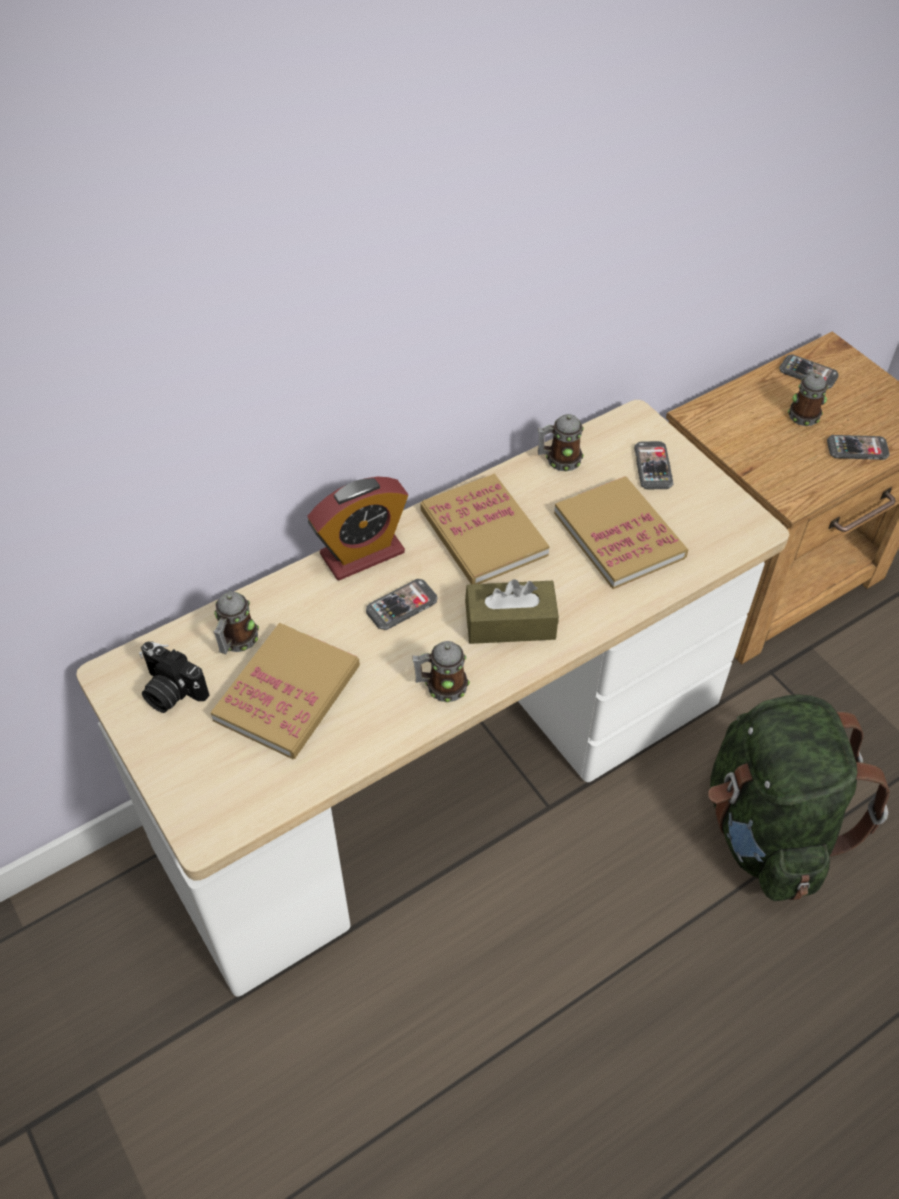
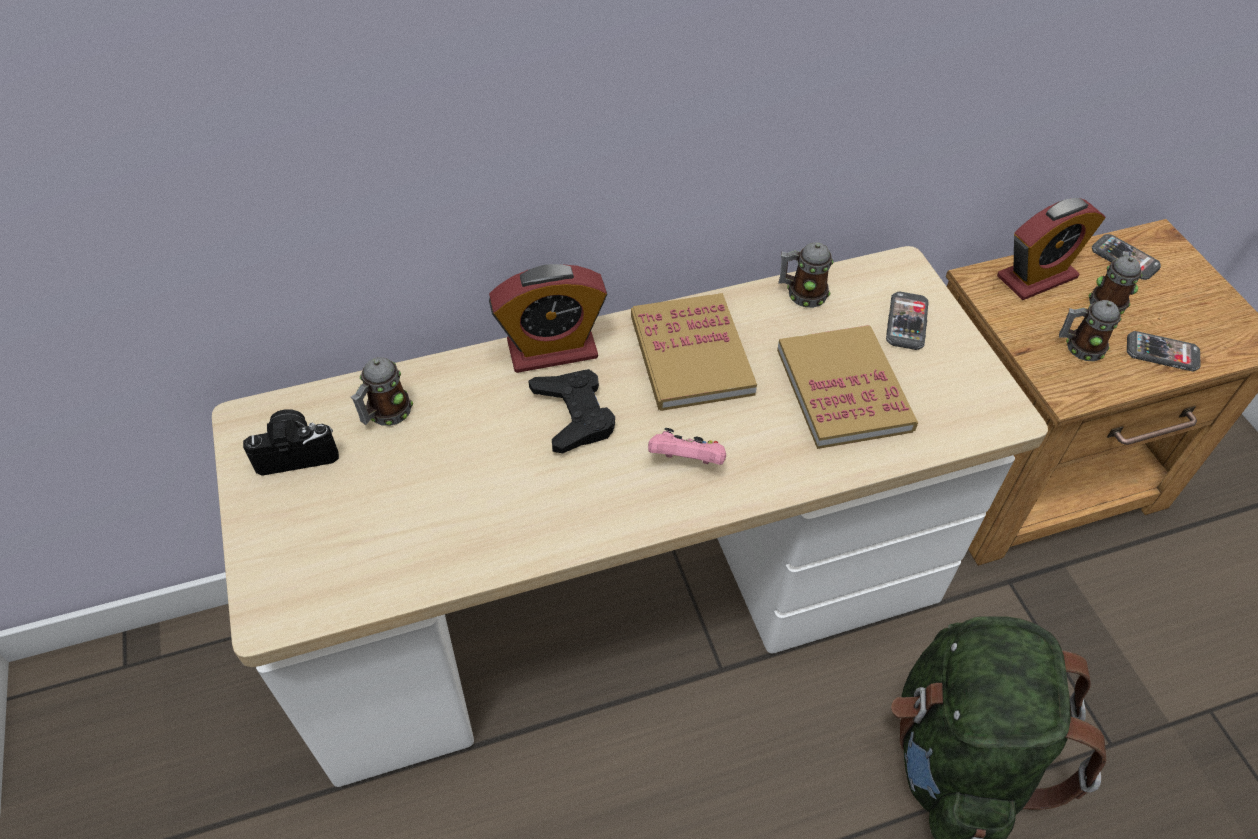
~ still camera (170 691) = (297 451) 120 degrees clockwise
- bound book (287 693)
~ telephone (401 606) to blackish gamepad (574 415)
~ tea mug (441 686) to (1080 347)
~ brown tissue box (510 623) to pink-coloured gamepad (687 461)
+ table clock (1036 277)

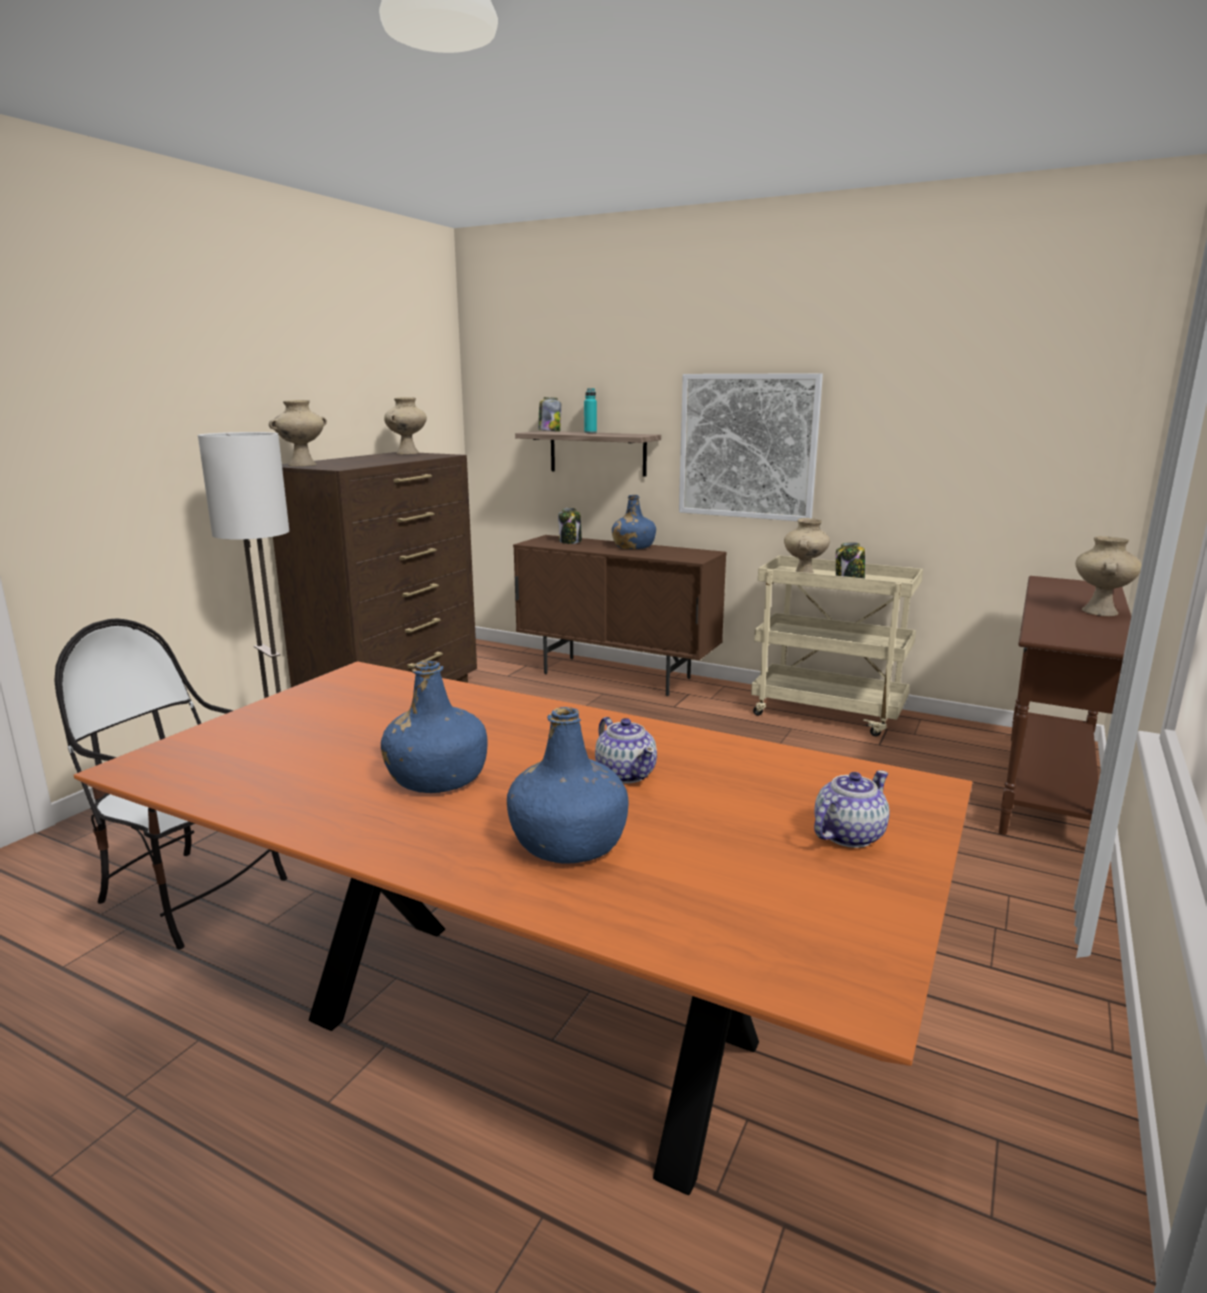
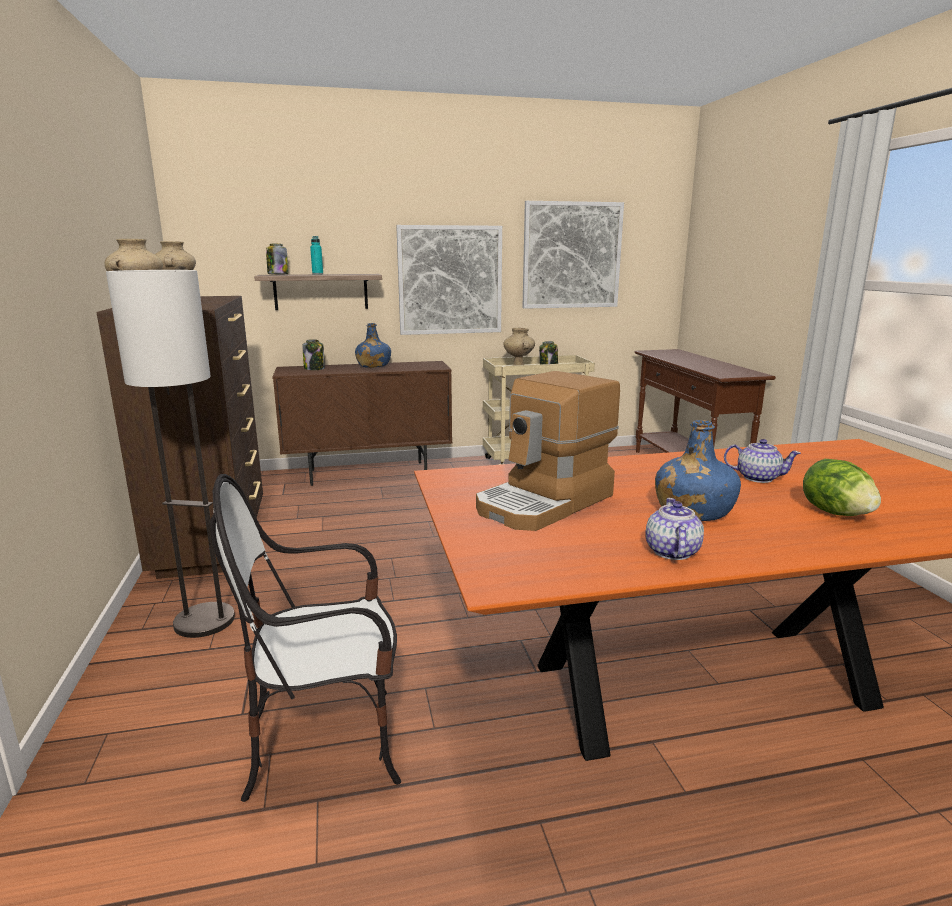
~ bluish beverage bottle (569 842) to head of lettuce (836 513)
~ teapot (847 835) to (671 552)
- beige vase (1098 611)
+ coffee brewer (545 503)
+ wall art (571 255)

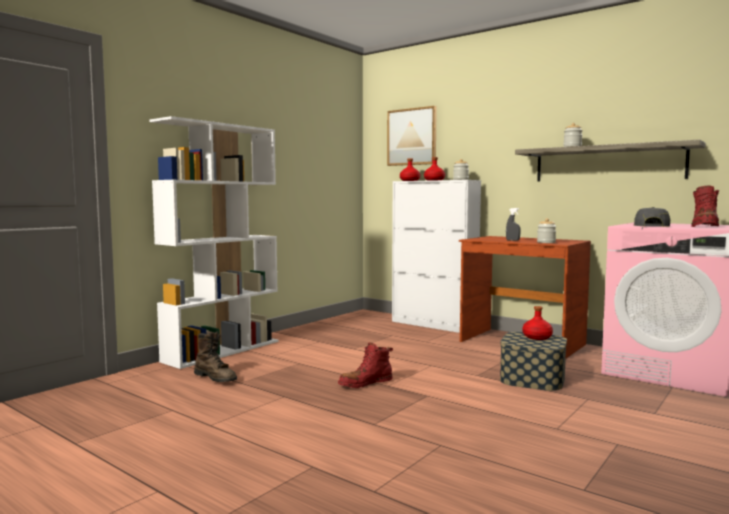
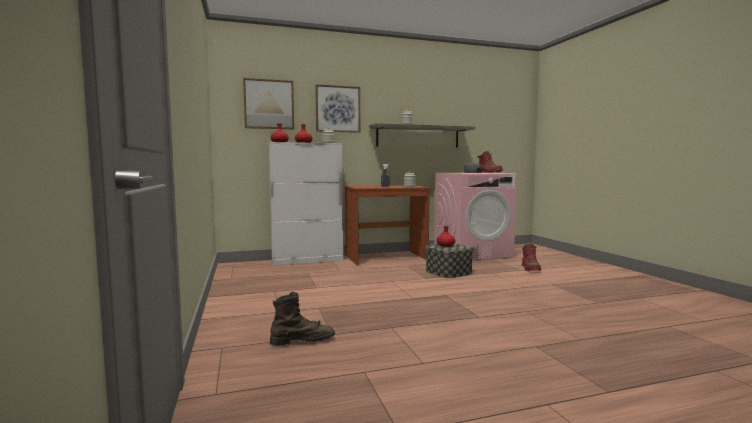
- white-coloured shelving unit (222 351)
~ red high-top boot (365 383) to (530 269)
+ wall art (338 109)

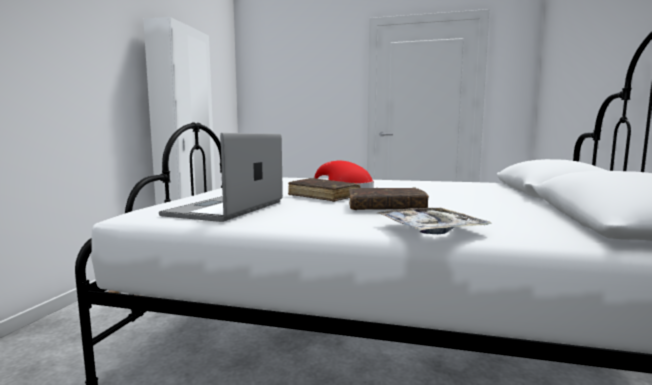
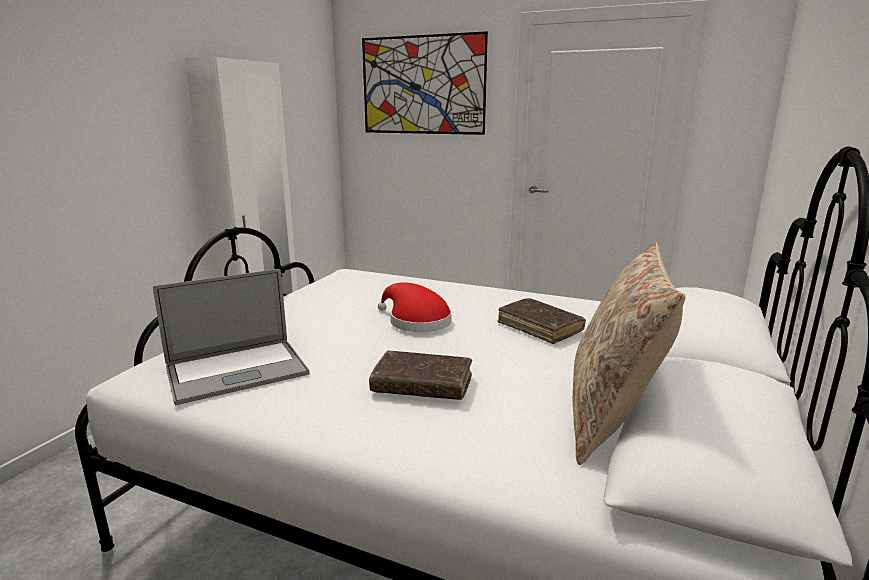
~ portable computer (226 208) = (237 371) 150 degrees counterclockwise
~ brown bound book (323 196) to (540 328)
- tray (430 229)
+ wall art (422 85)
+ beige throw pillow (611 417)

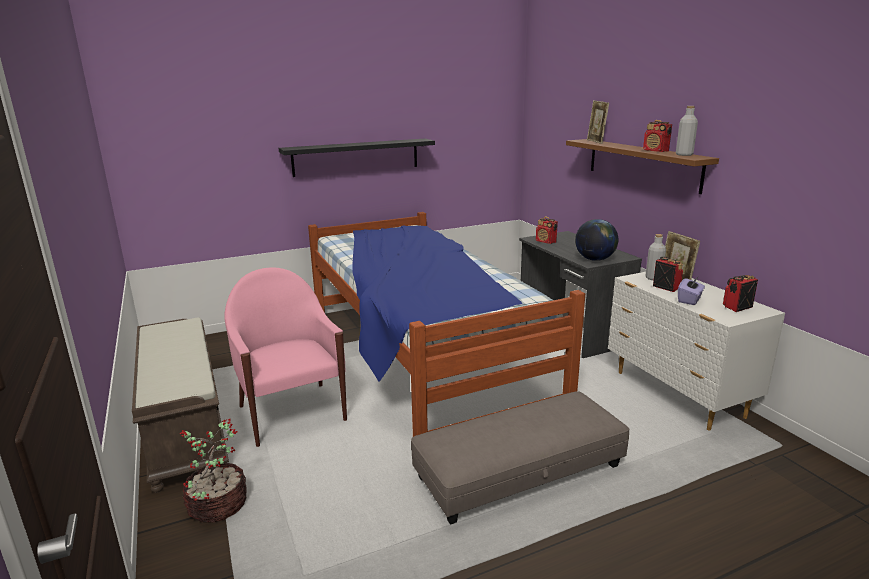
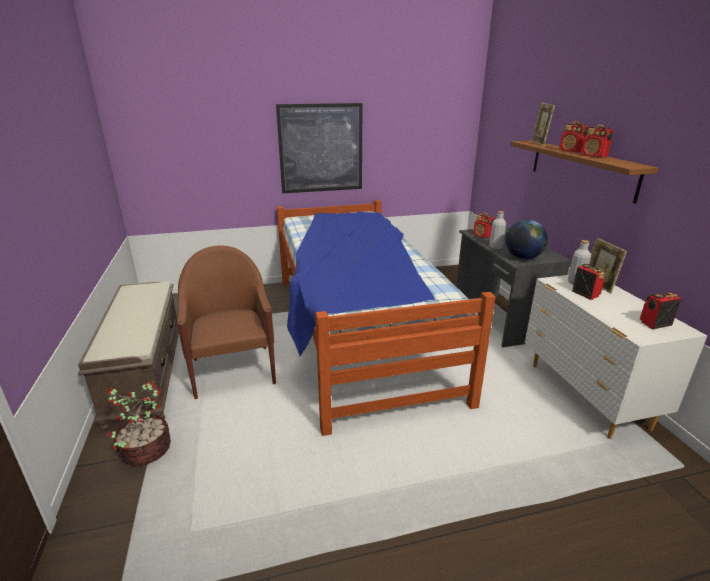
~ pink-coloured lounge chair (292 412) to brown lounge chair (233 370)
~ blackish shelf (356 157) to wall art (321 148)
- grey footrest (519 472)
~ grey beverage bottle (684 154) to (495 247)
- purple tissue box (689 300)
+ radio set (571 151)

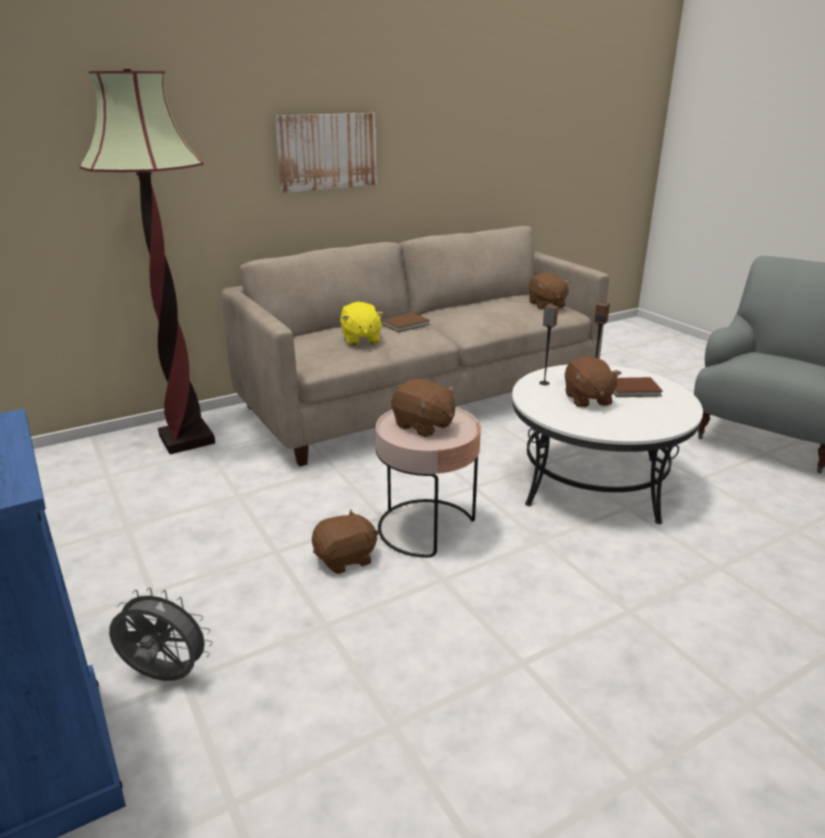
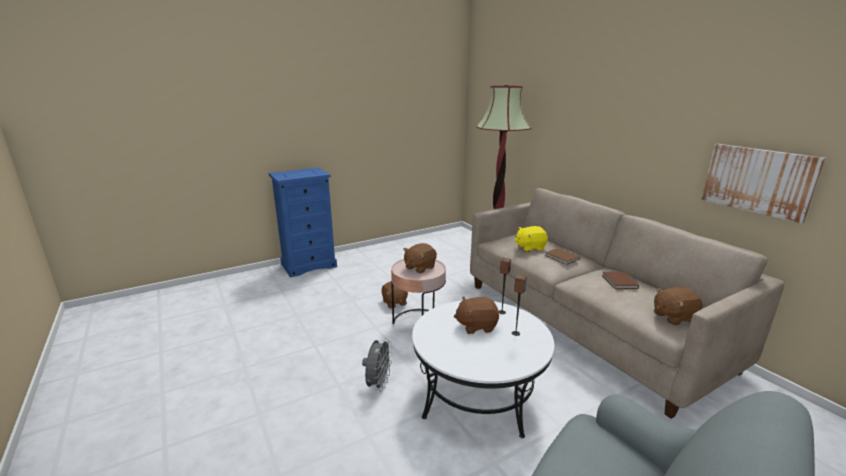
~ grey electric fan (164 677) to (378 384)
~ wall art (327 151) to (758 180)
~ brown bound book (634 390) to (619 282)

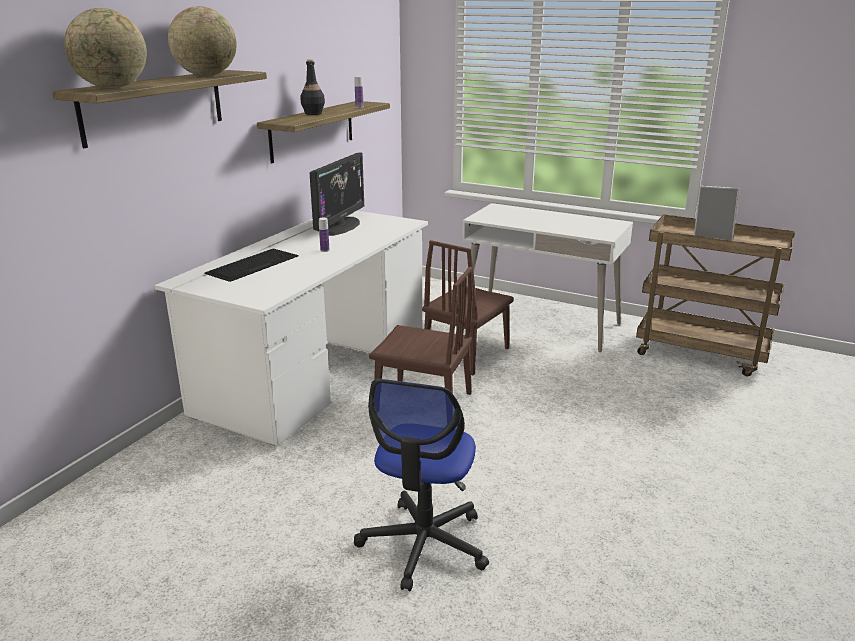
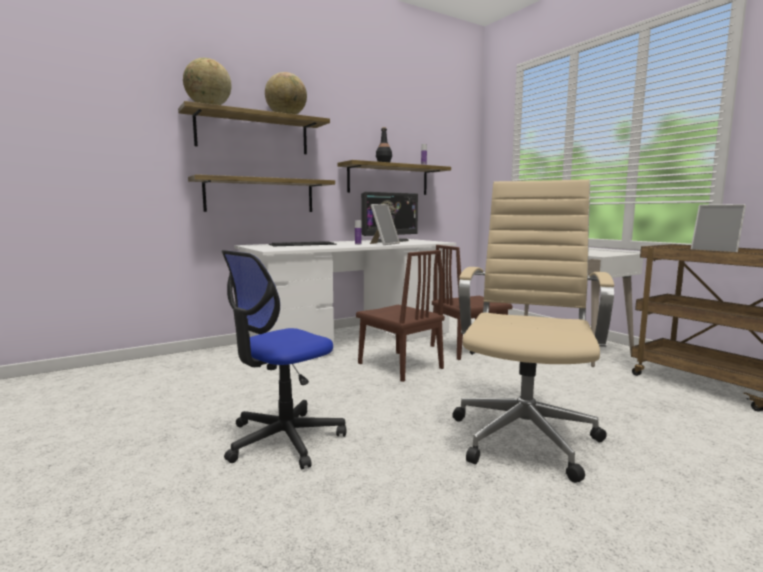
+ shelf (260 195)
+ picture frame (383 244)
+ beige desk chair (525 435)

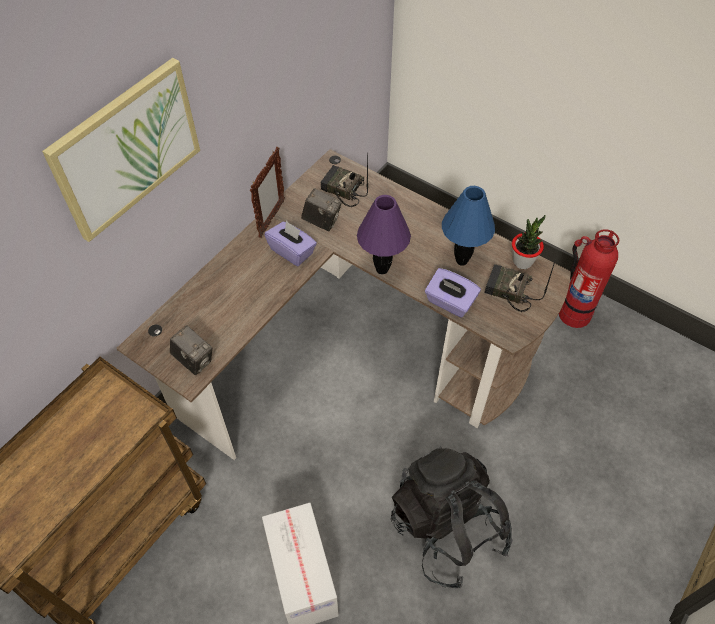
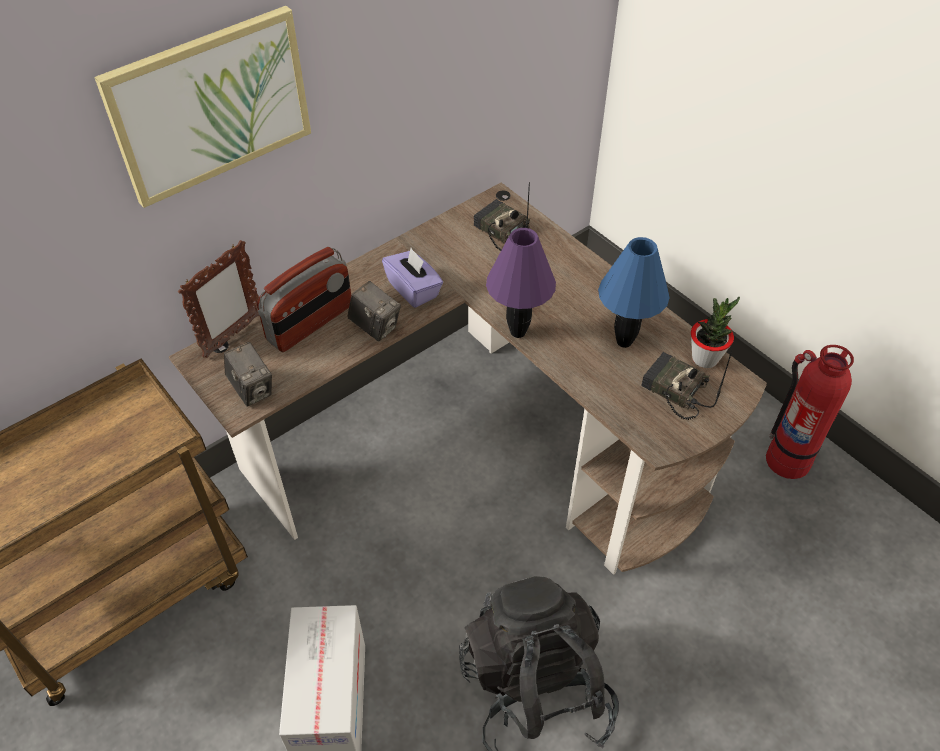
~ picture frame (271 219) to (232 336)
~ still camera (322 221) to (375 327)
- purple tissue box (450 302)
+ radio set (310 323)

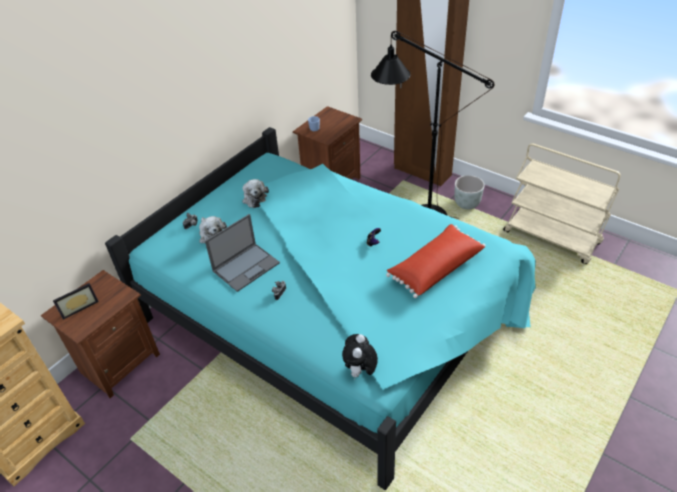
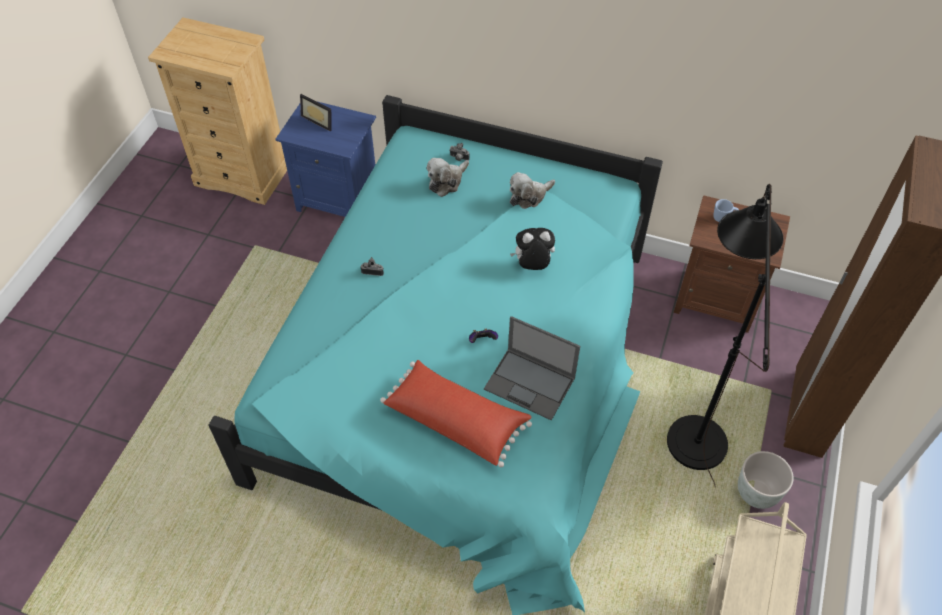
~ brown night table (119 363) to bluish night table (339 200)
~ portable computer (246 266) to (530 384)
~ cuddly toy (360 371) to (532 266)

